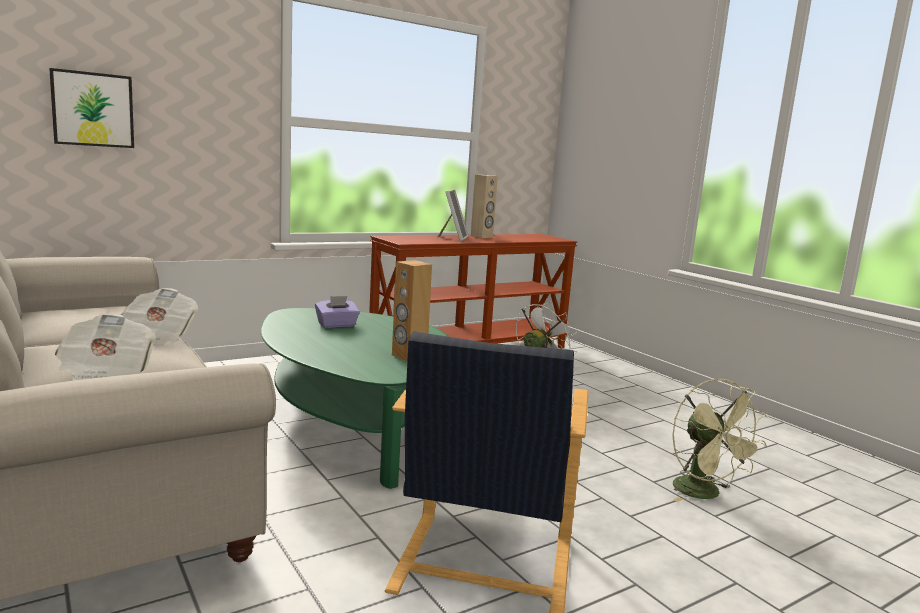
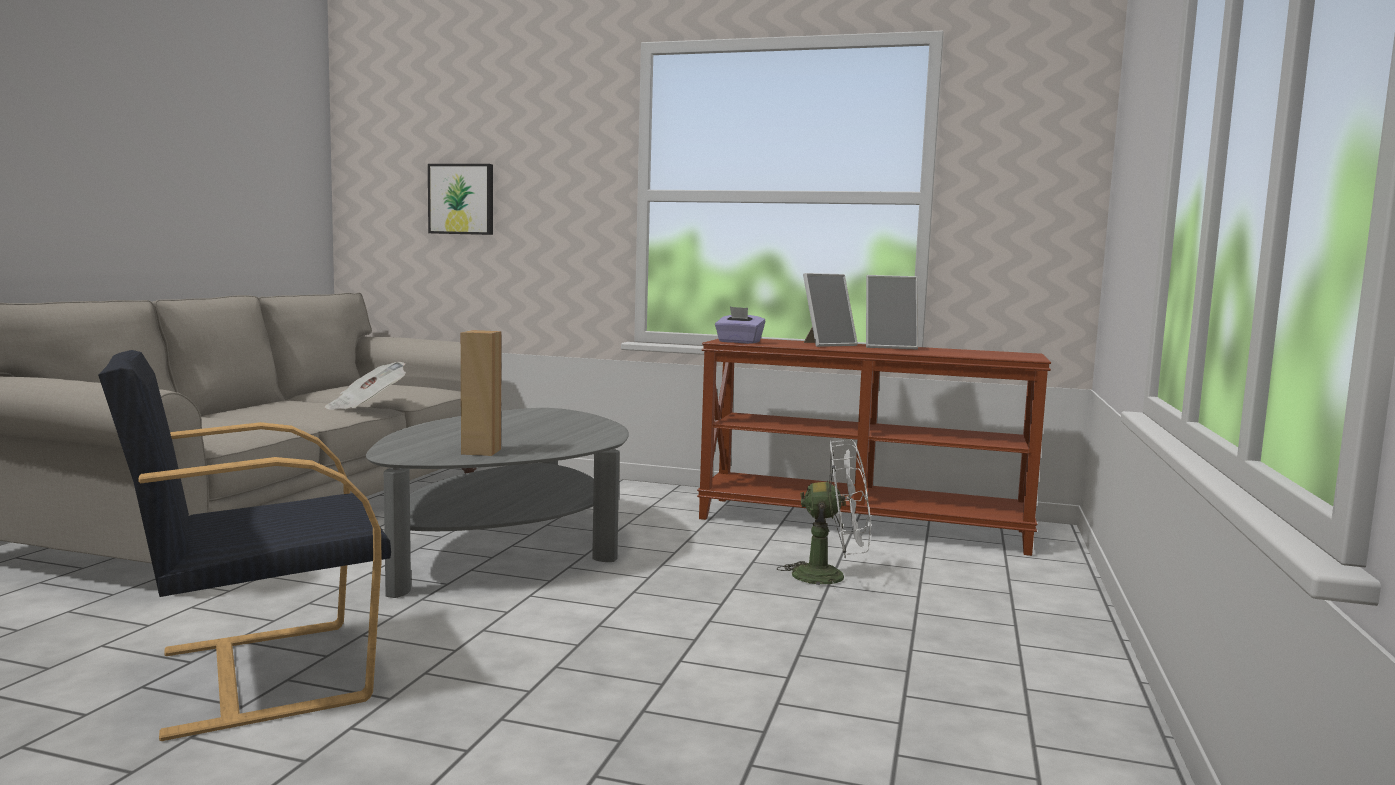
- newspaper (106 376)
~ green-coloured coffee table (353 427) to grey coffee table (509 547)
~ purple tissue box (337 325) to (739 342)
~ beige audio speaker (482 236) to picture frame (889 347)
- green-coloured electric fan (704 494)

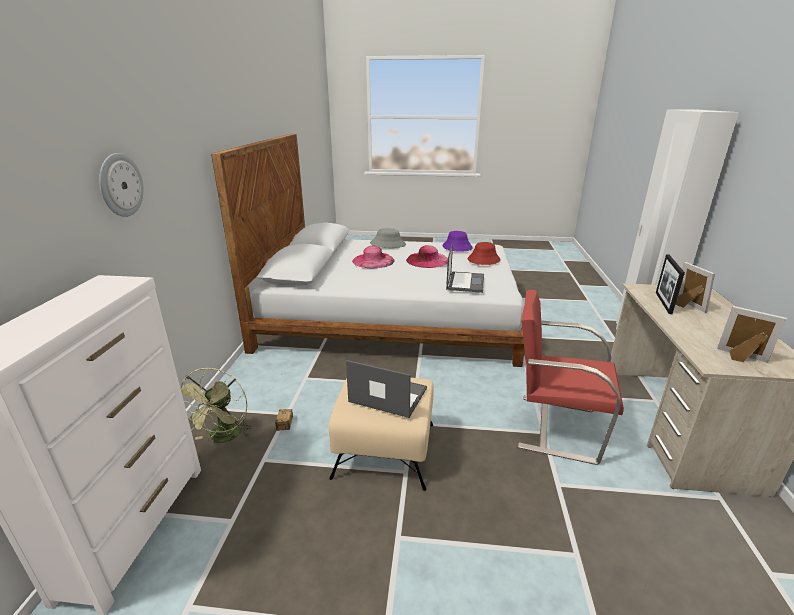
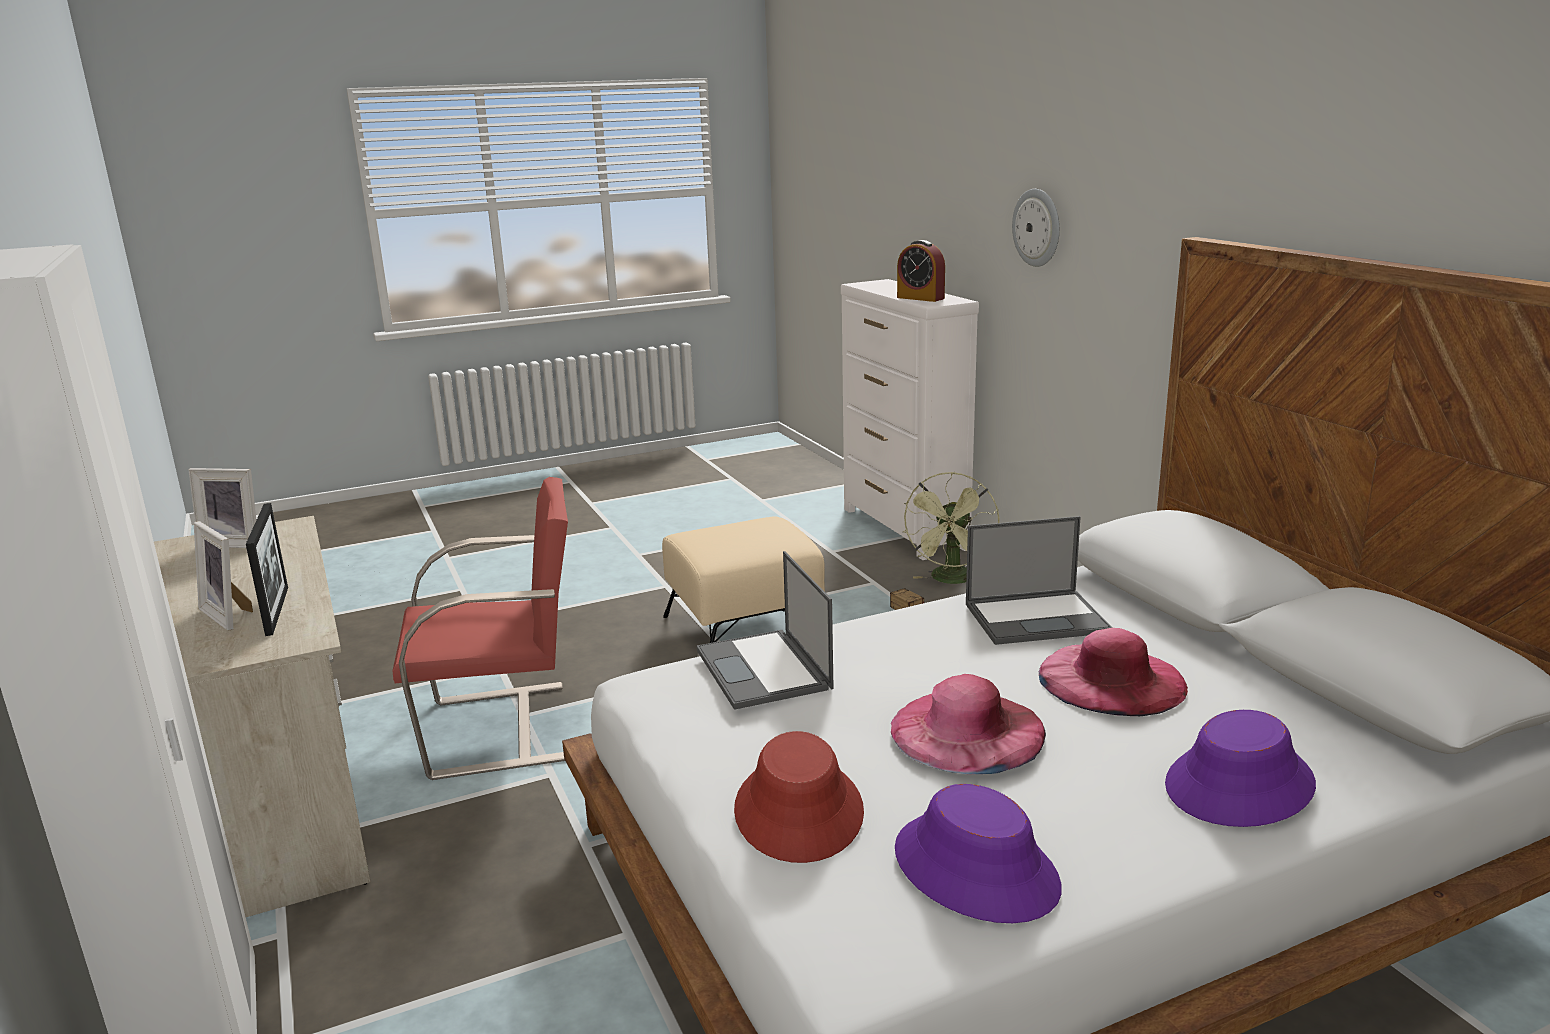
~ green-coloured electric fan (223 438) = (952 580) 135 degrees counterclockwise
~ portable computer (387 395) to (1037 618)
~ grey wearable hat (388 244) to purple wearable hat (1240 785)
+ table clock (920 298)

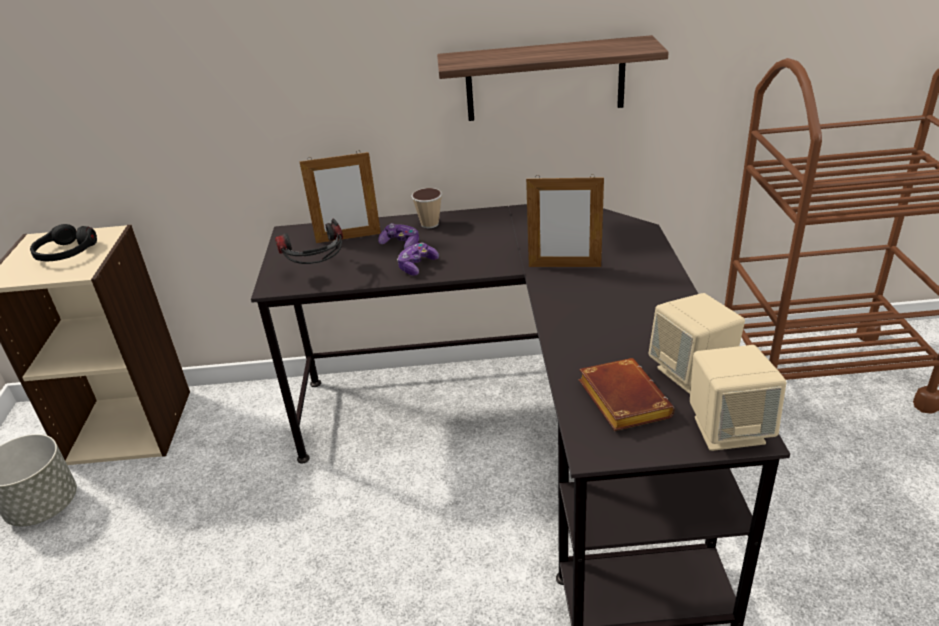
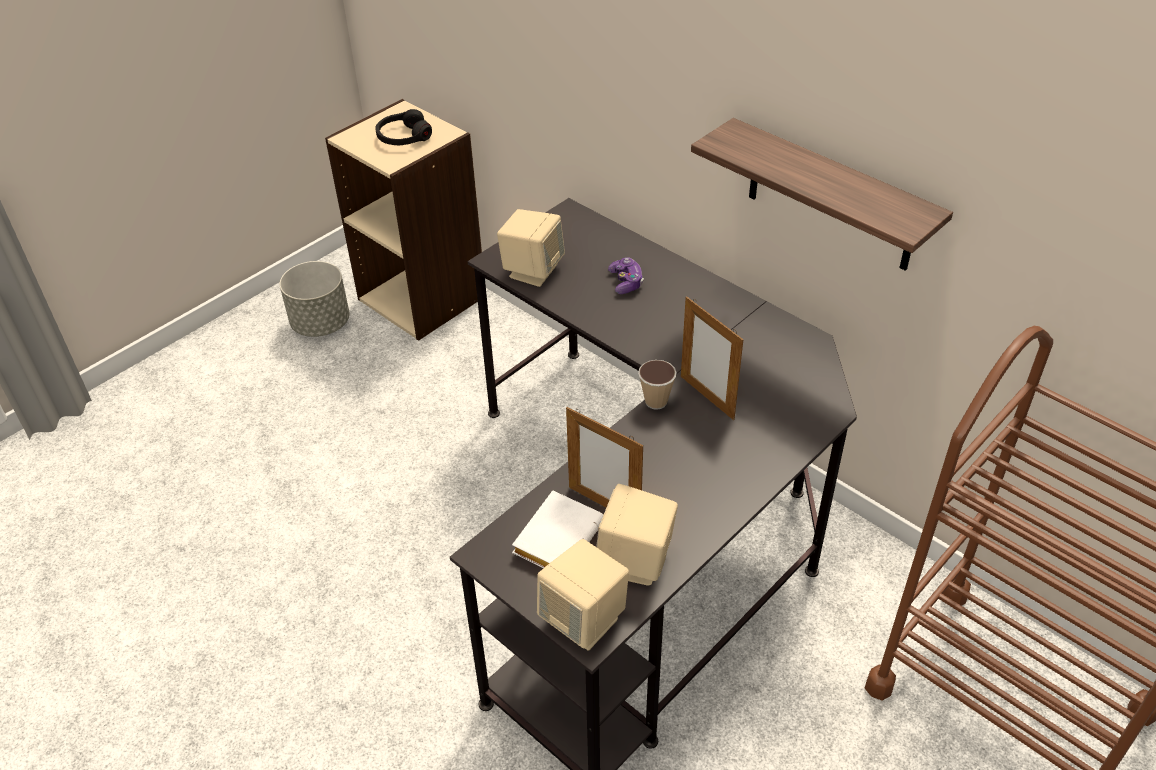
~ headphones (318 275) to beige audio speaker (532 270)
~ picture frame (348 238) to (604 505)
- gamepad (417 266)
~ small cup (429 224) to (656 401)
~ brown bound book (620 399) to white-coloured bound book (557 536)

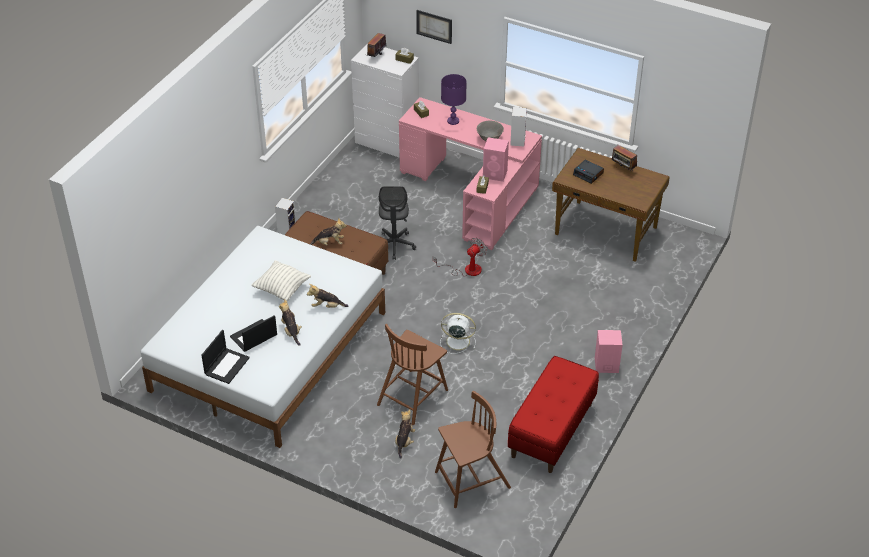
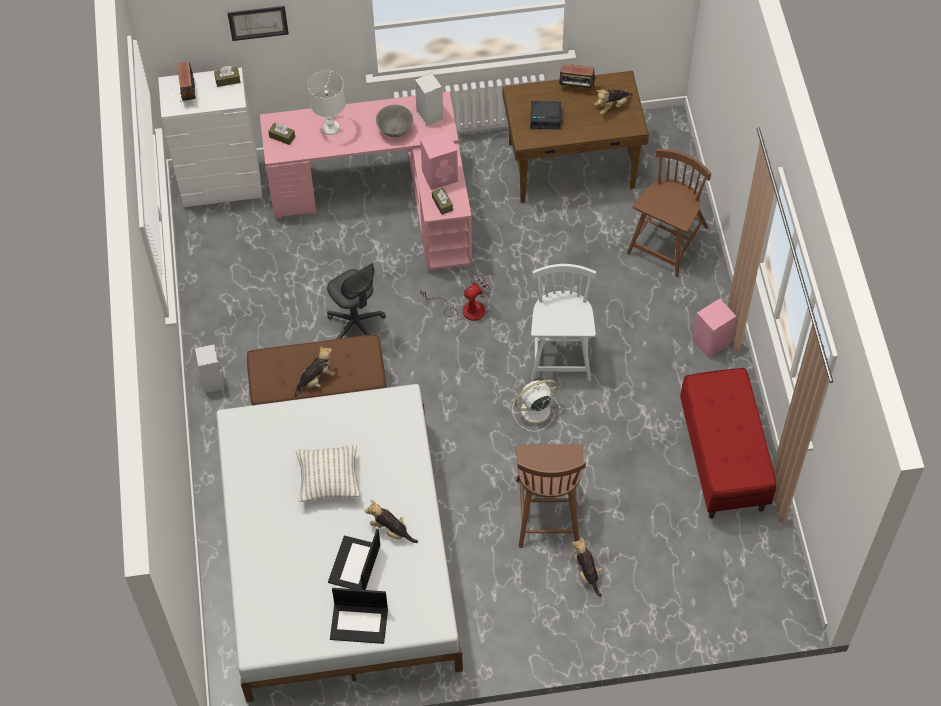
~ portable computer (226 365) = (360 623) 105 degrees clockwise
~ cuddly toy (327 306) to (612 106)
~ electric fan (466 270) = (465 309) 45 degrees clockwise
~ brown upright chair (471 481) to (667 242)
~ purple lamp for a table (453 121) to white-coloured lamp for a table (330 128)
+ white-coloured upright chair (560 351)

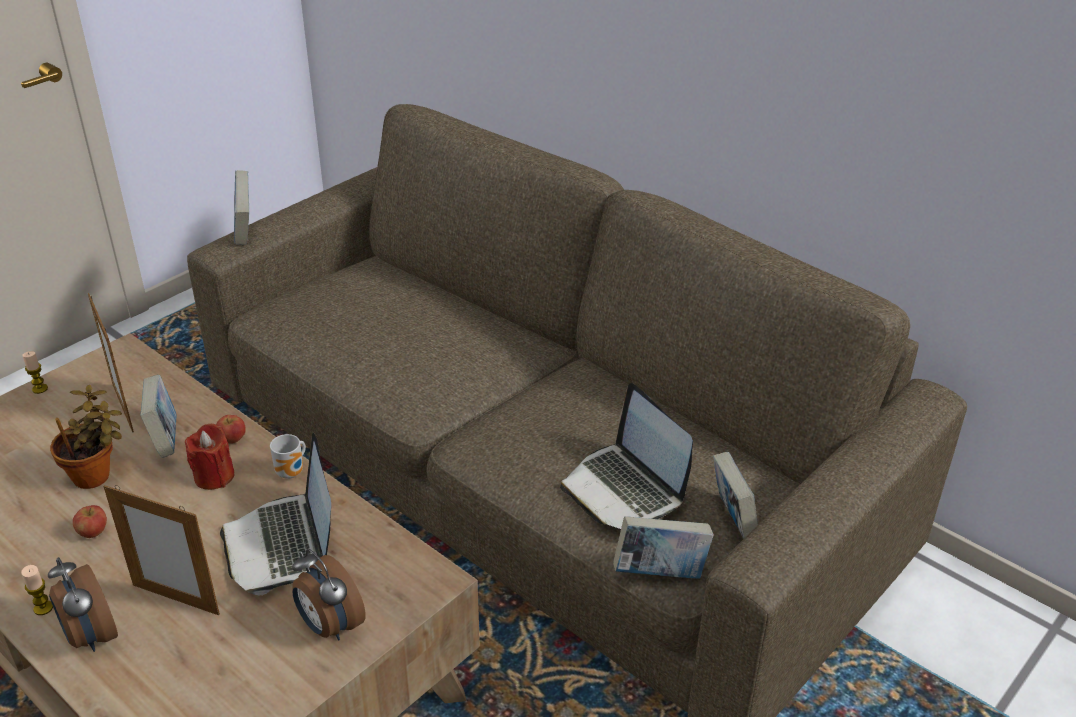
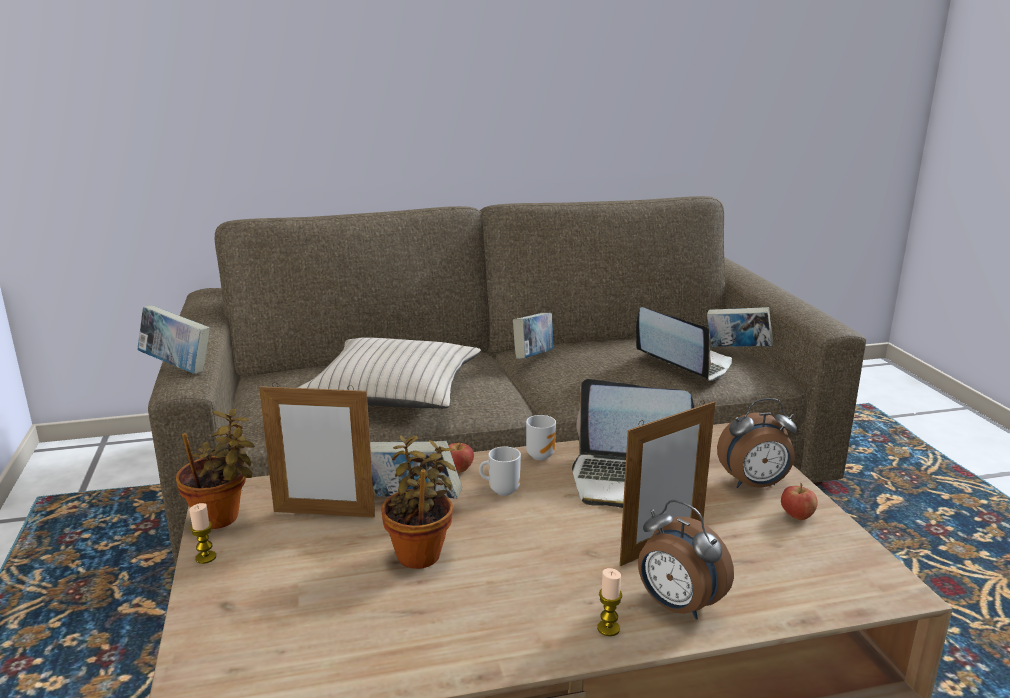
~ table clock (90 636) = (677 606) 45 degrees clockwise
~ apple (93 532) to (796 516)
~ red wax light (214 476) to tea mug (502 490)
~ portable computer (624 489) = (683 363) 135 degrees counterclockwise
~ bound book (660 573) to (533 357)
+ potted plant (222 518)
+ beige throw pillow (393 391)

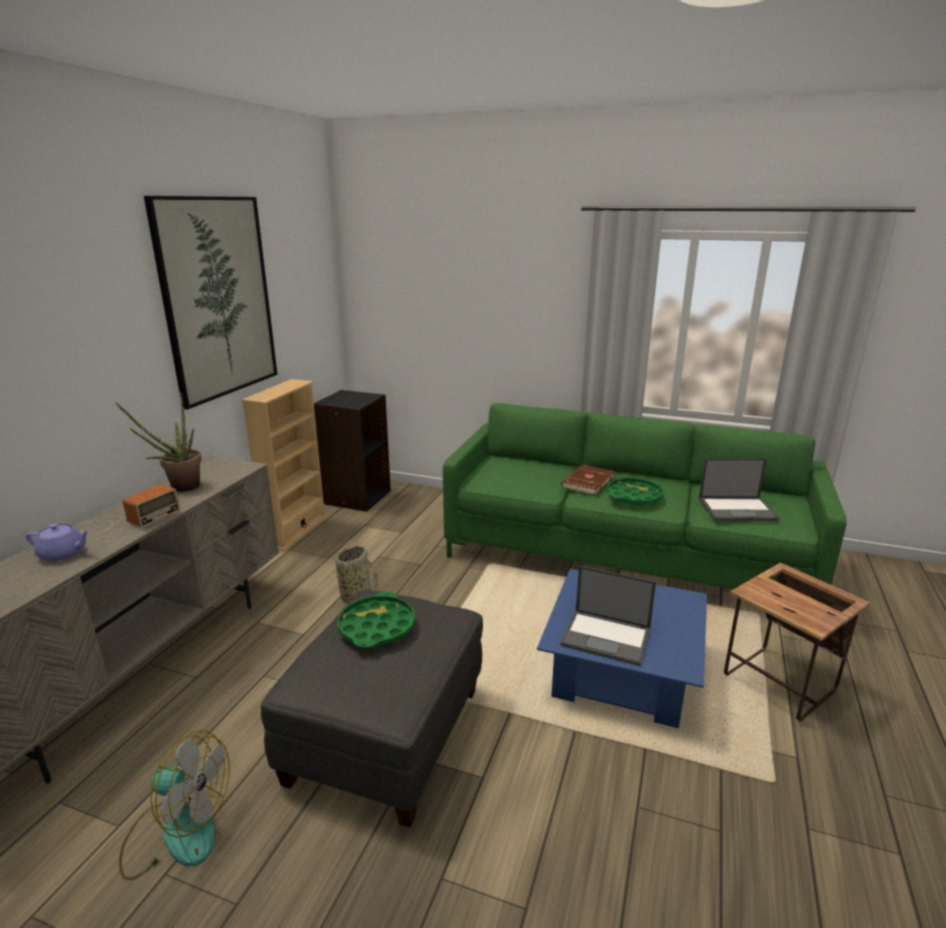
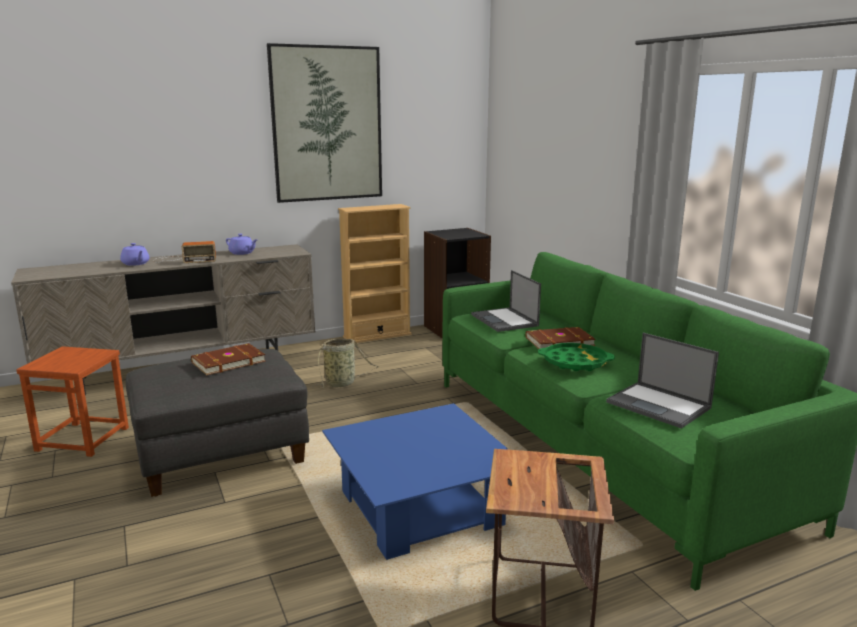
~ potted plant (179 488) to purple teapot (242 253)
~ electric fan (177 832) to brown sitting stool (83 439)
~ green-coloured tray (376 627) to brown bound book (227 362)
~ portable computer (607 637) to (505 320)

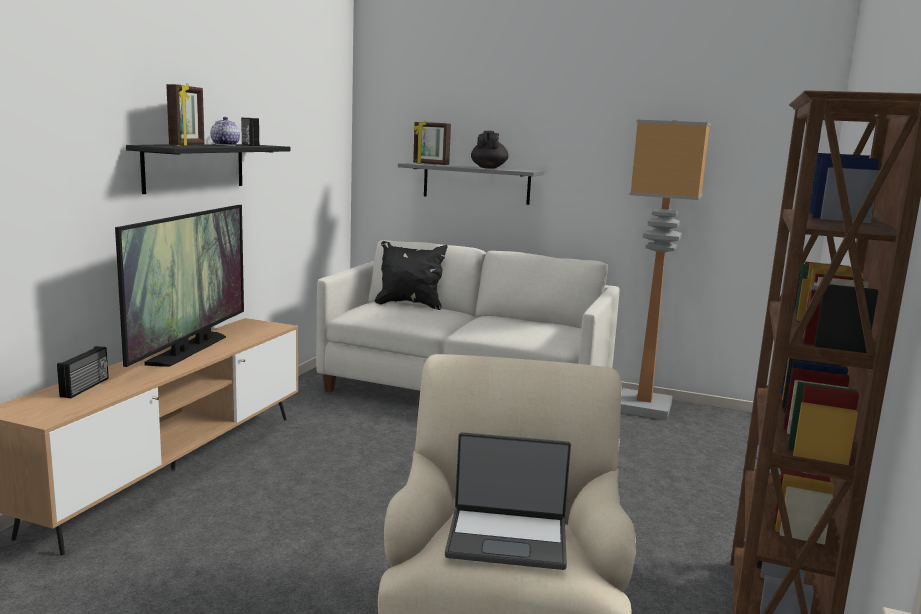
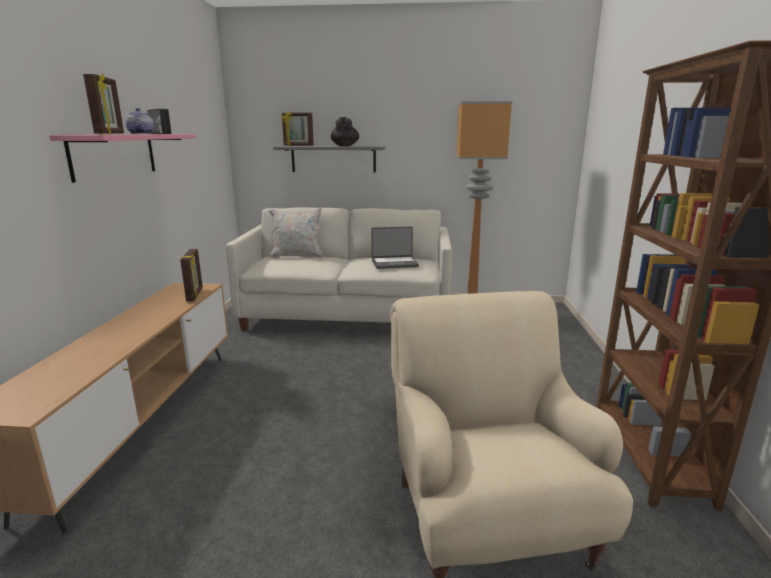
- radio set (86 387)
- TV (189 349)
~ blackish shelf (195 167) to pink-coloured shelf (114 155)
~ blackish throw pillow (410 304) to white-coloured throw pillow (297 256)
~ portable computer (507 539) to (394 263)
+ picture frame (195 295)

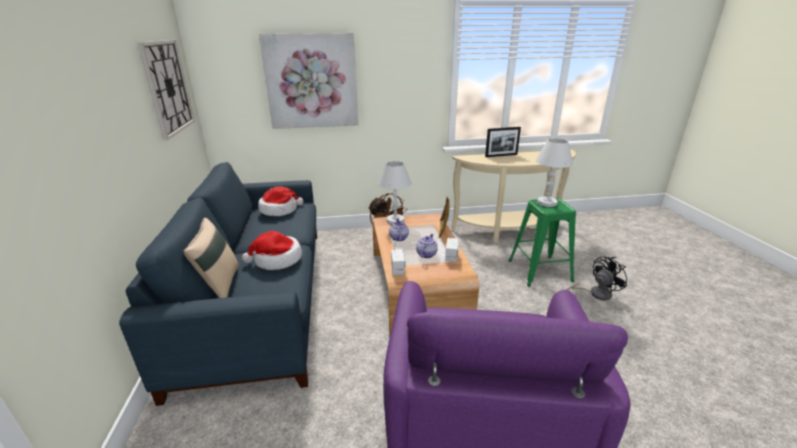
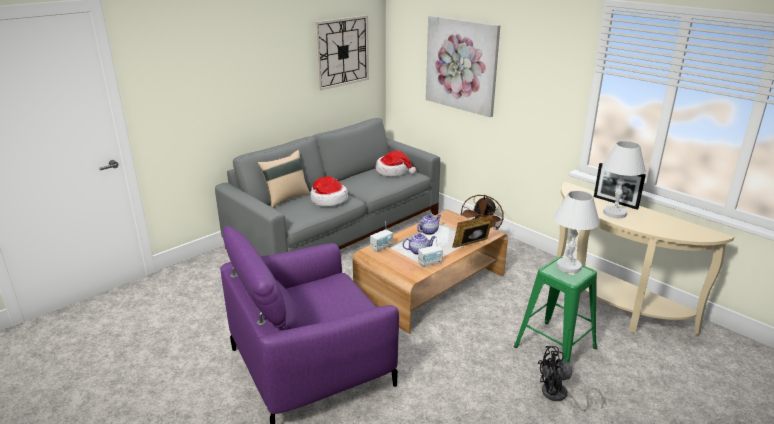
~ bluish couch (261 296) to grey couch (338 230)
~ white-coloured lamp for a table (395 220) to (614 213)
~ blackish electric fan (595 294) = (559 396) 150 degrees clockwise

